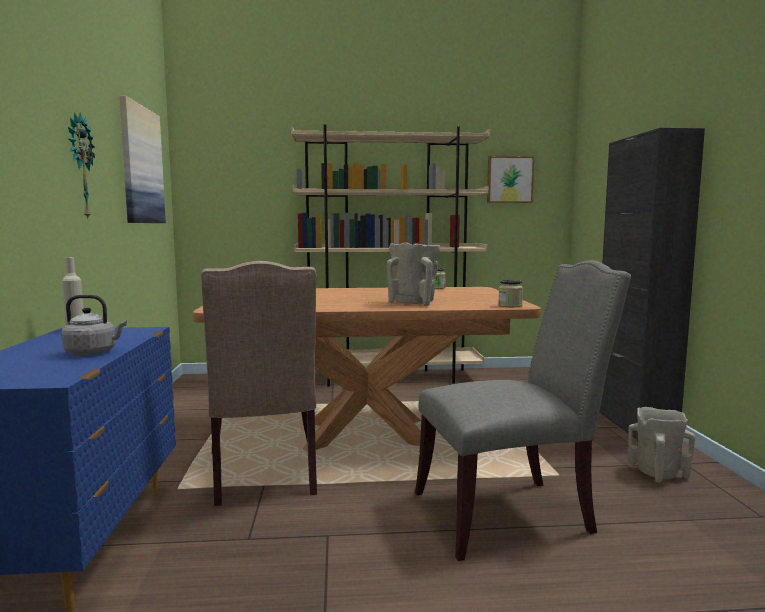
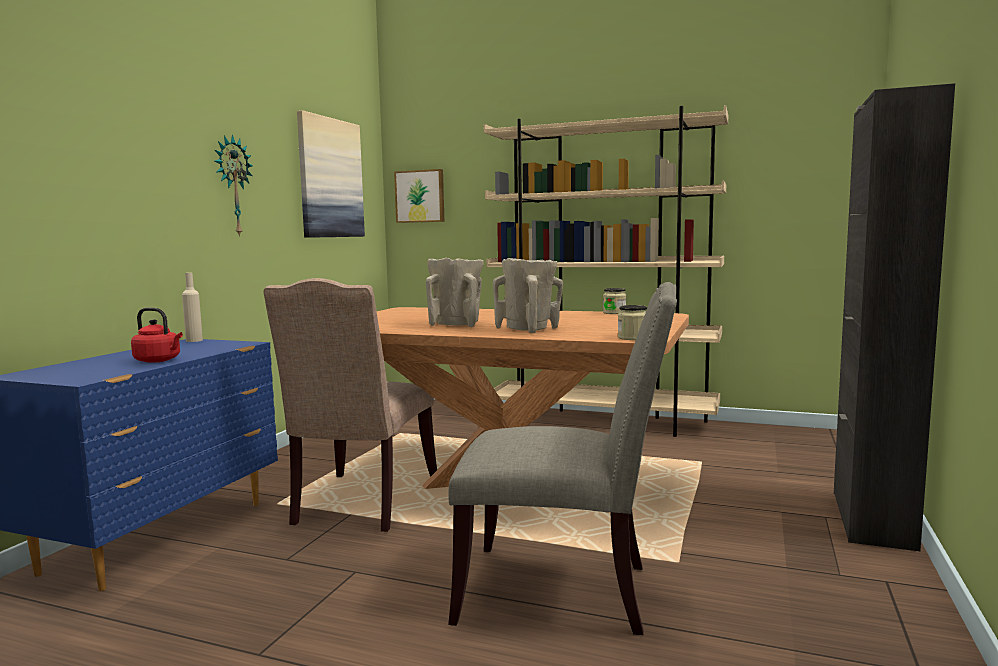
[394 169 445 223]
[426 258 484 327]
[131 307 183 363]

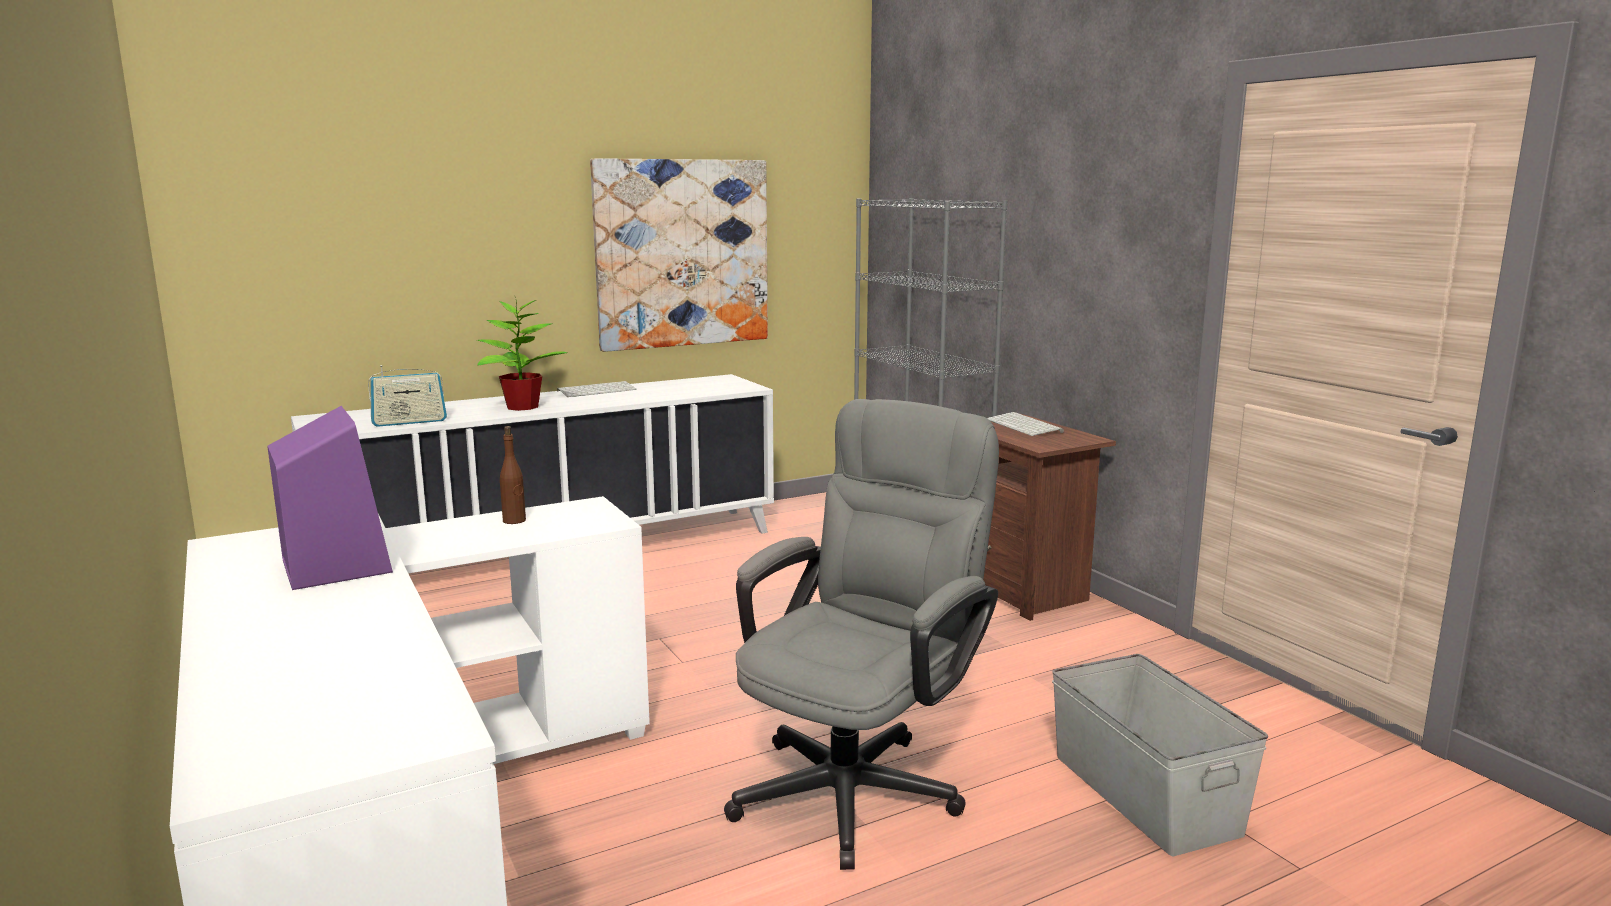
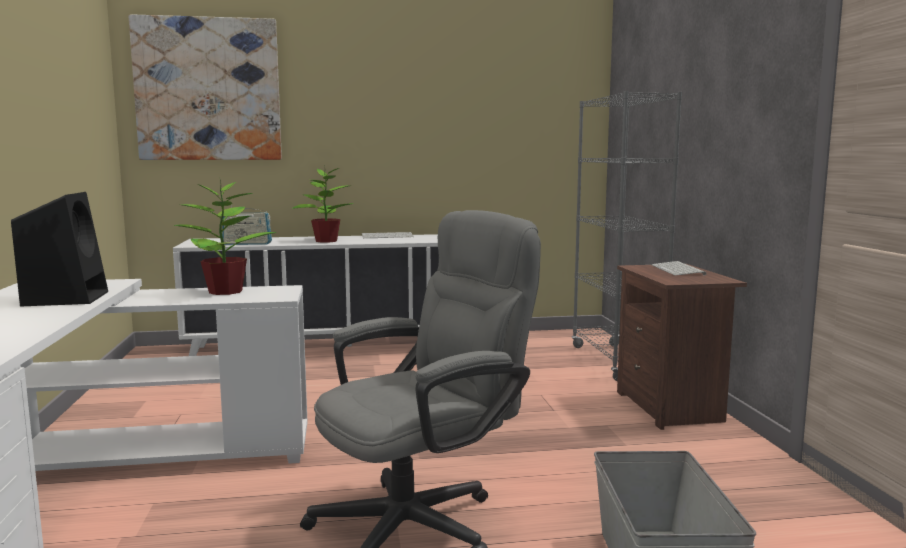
[129 14 282 160]
[173 177 277 295]
[11 192 108 306]

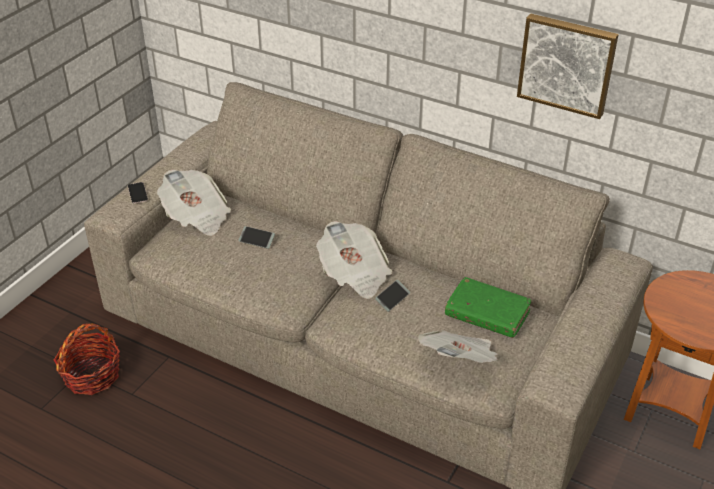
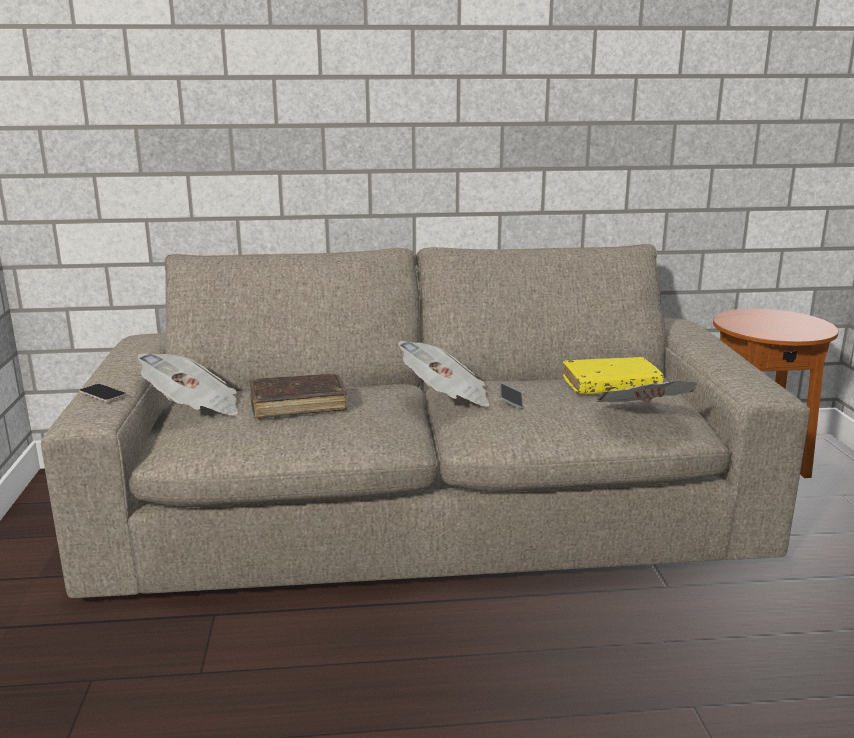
[54 323 120 395] (first image)
[517 14 619 119] (first image)
[249 374 347 419]
[563 357 664 394]

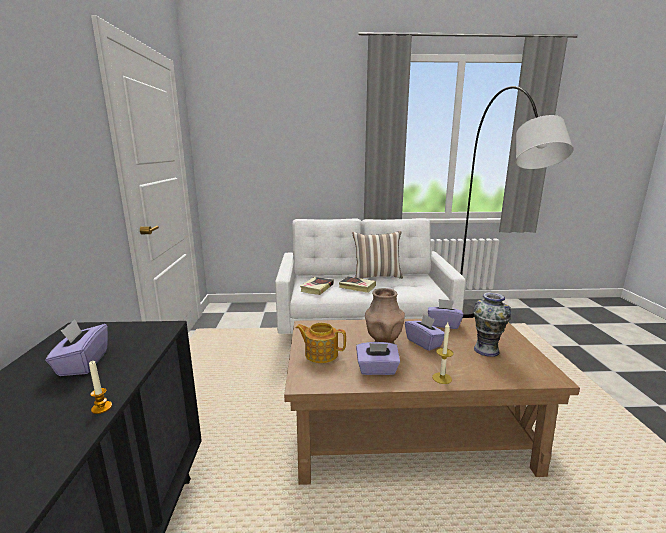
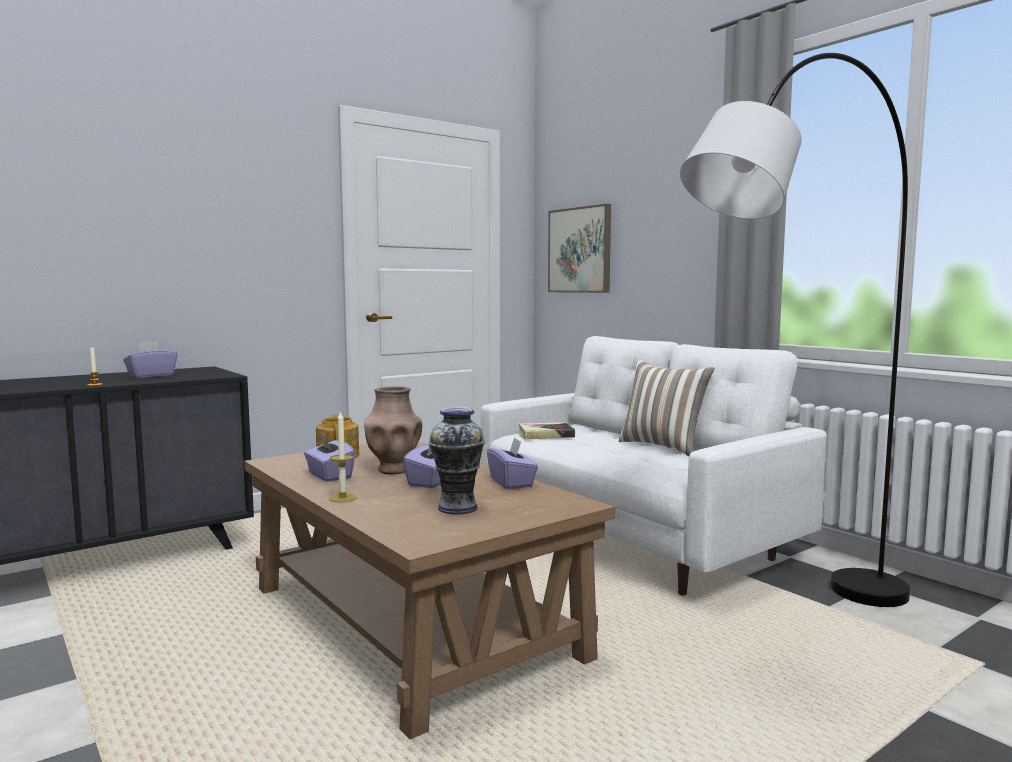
[339 276 376 293] (first image)
[548 204 611 293]

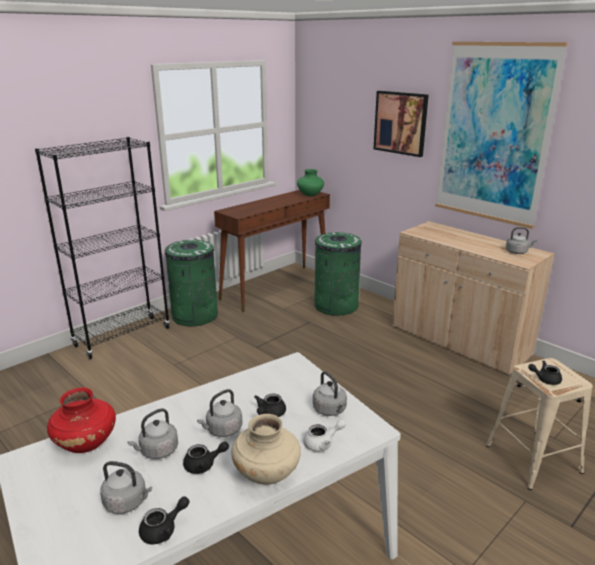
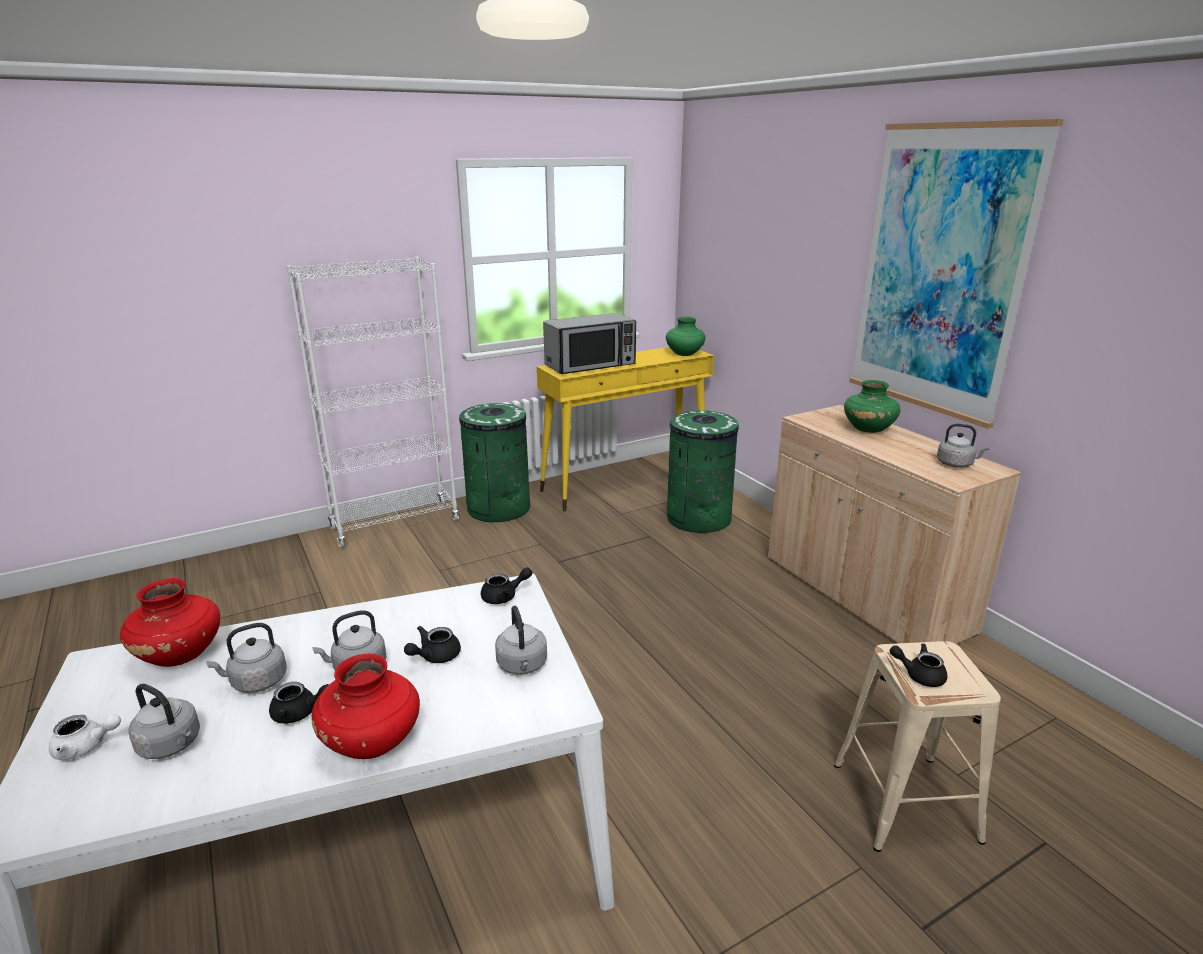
[373 91 429 157] (first image)
[543 313 636 374]
[844 380 901 433]
[481 567 532 604]
[49 714 121 760]
[287 257 459 548]
[537 347 714 512]
[311 654 420 759]

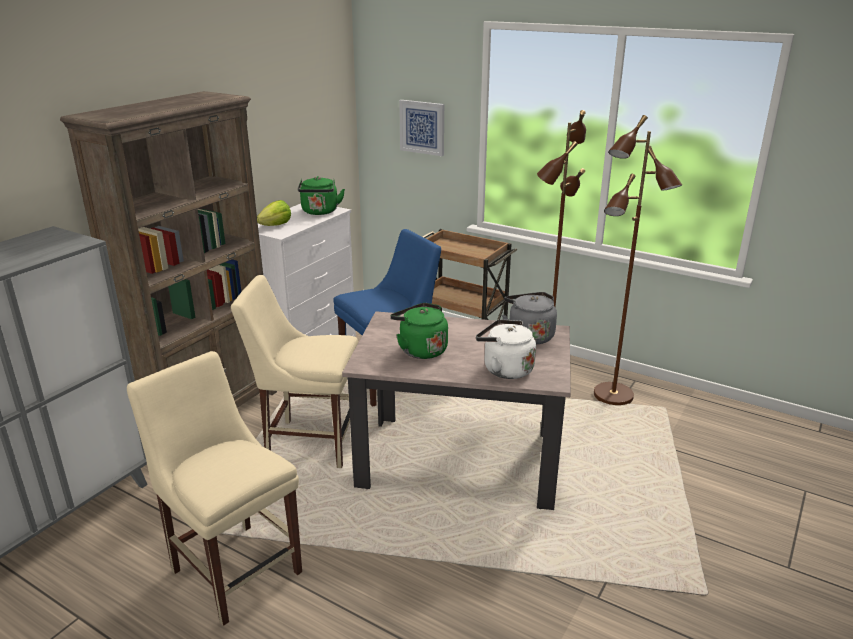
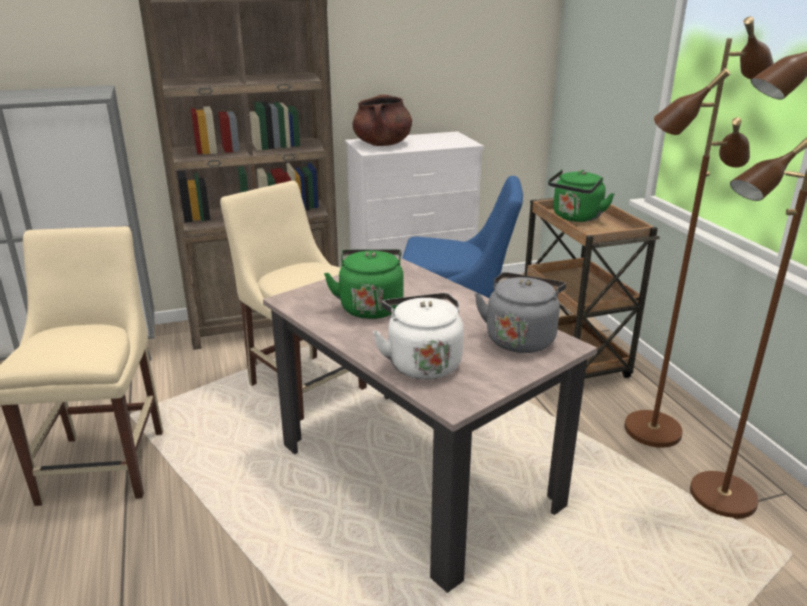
[399 100 444 156] (first image)
[548 169 614 222]
[353 95 412 146]

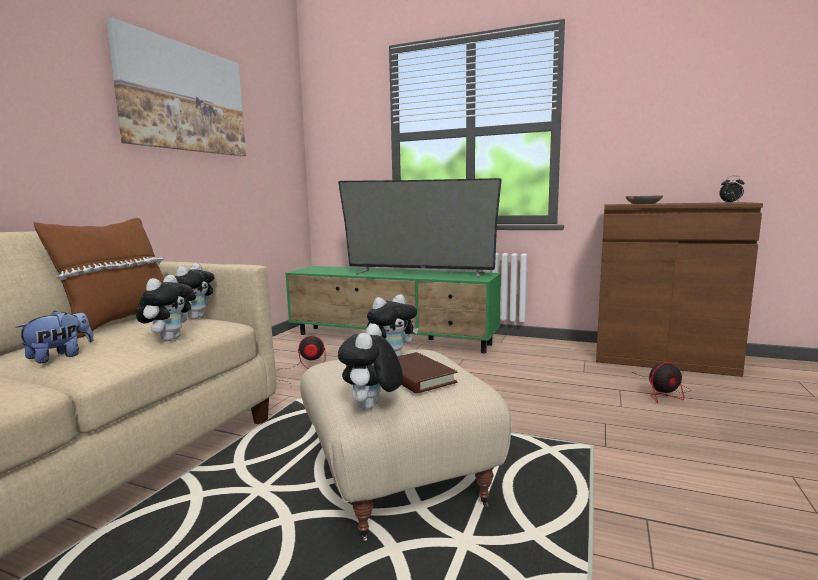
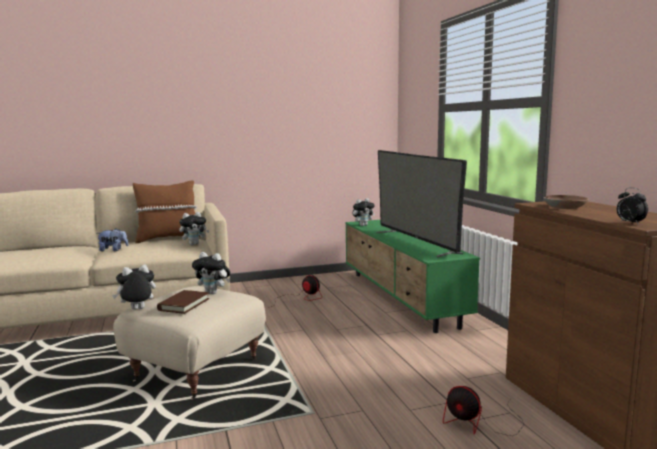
[106 17 246 156] (first image)
[352 198 375 226]

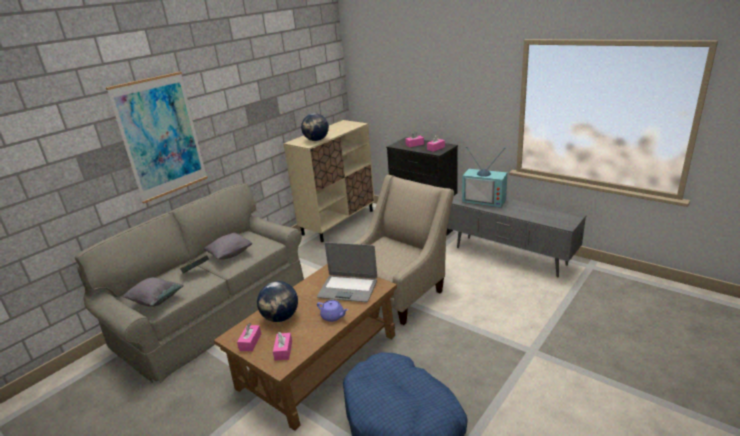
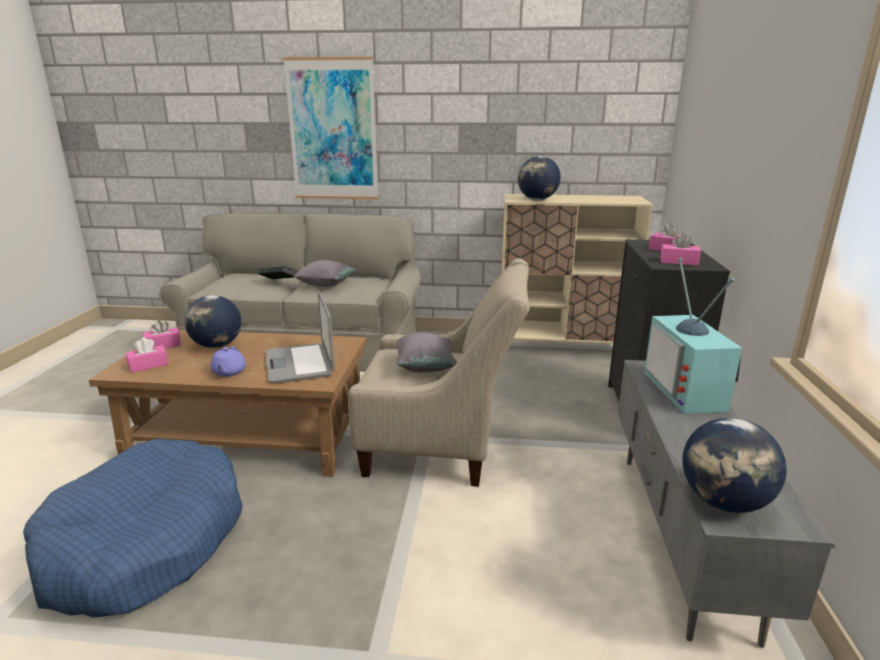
[682 417 787 513]
[396 332 457 373]

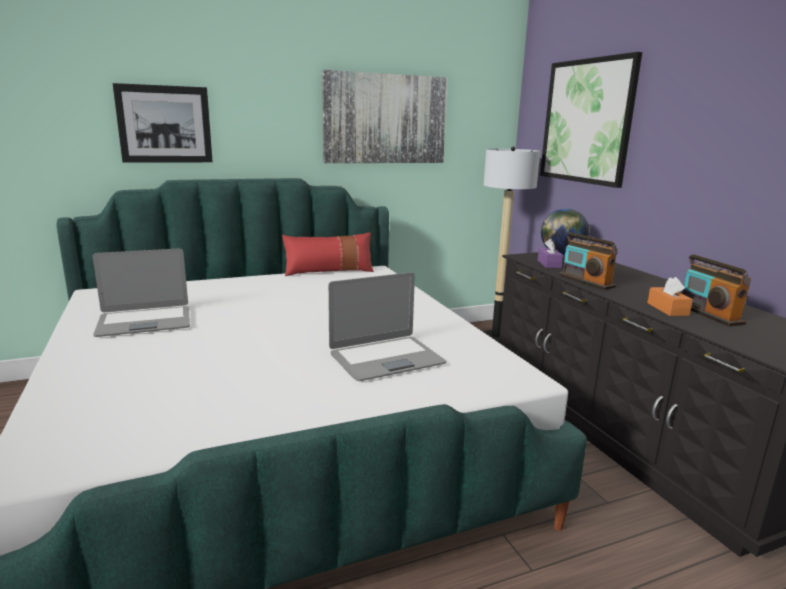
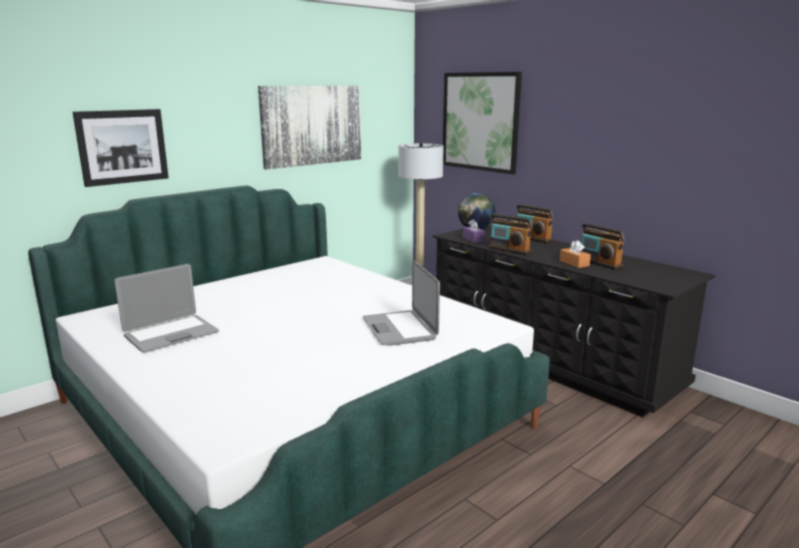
[282 232 374 276] (first image)
[516 204 554 243]
[363 261 440 345]

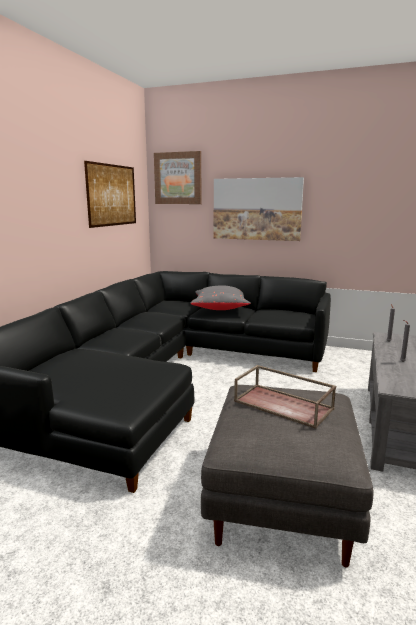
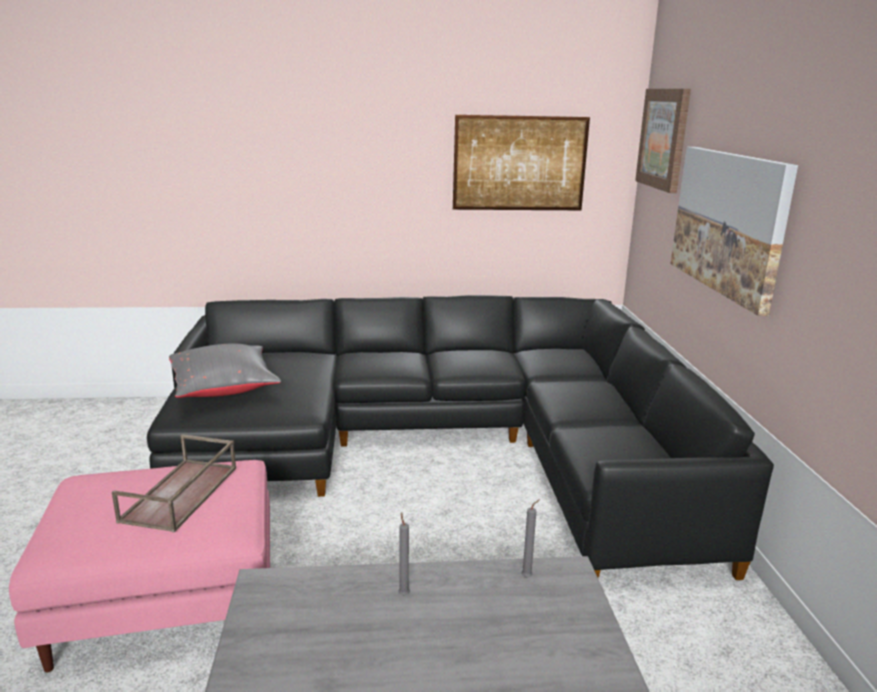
[169 343 281 398]
[9 460 270 672]

